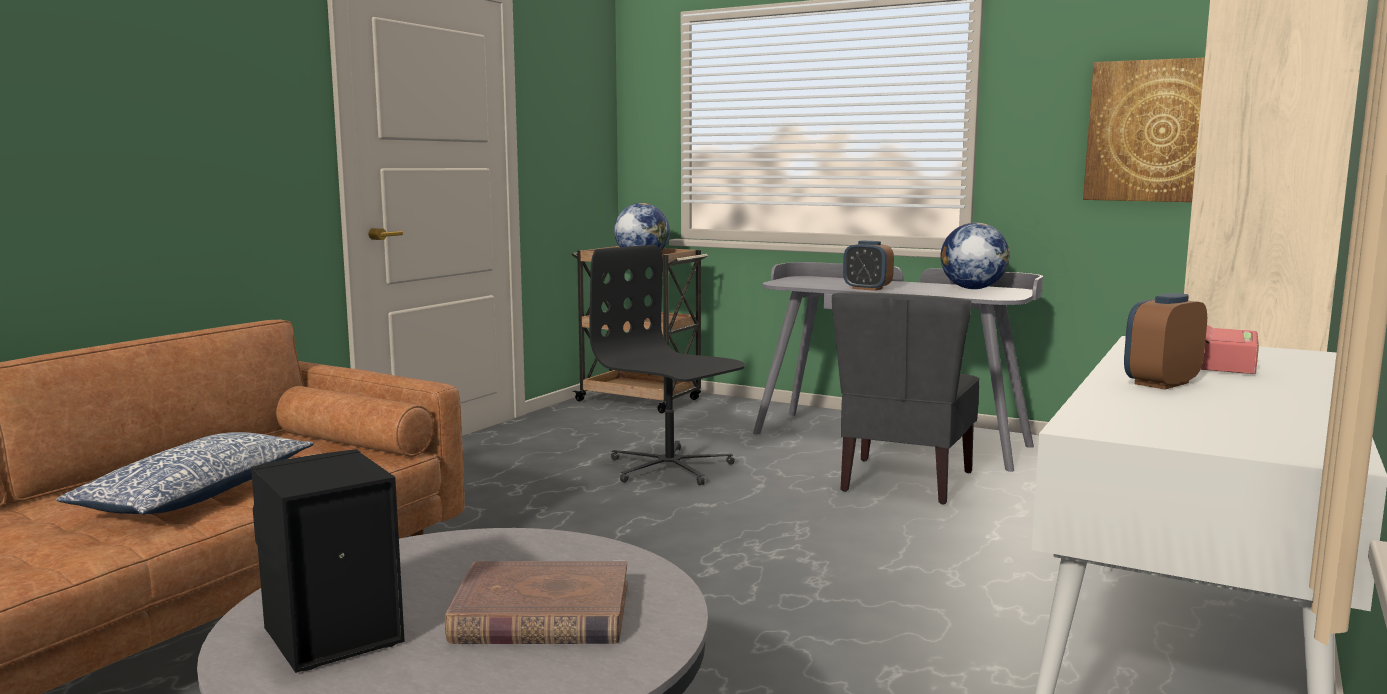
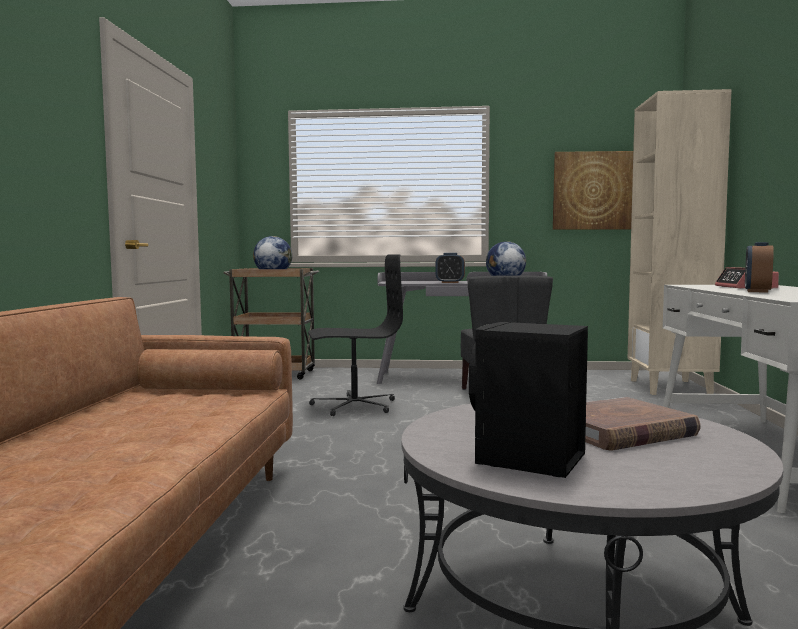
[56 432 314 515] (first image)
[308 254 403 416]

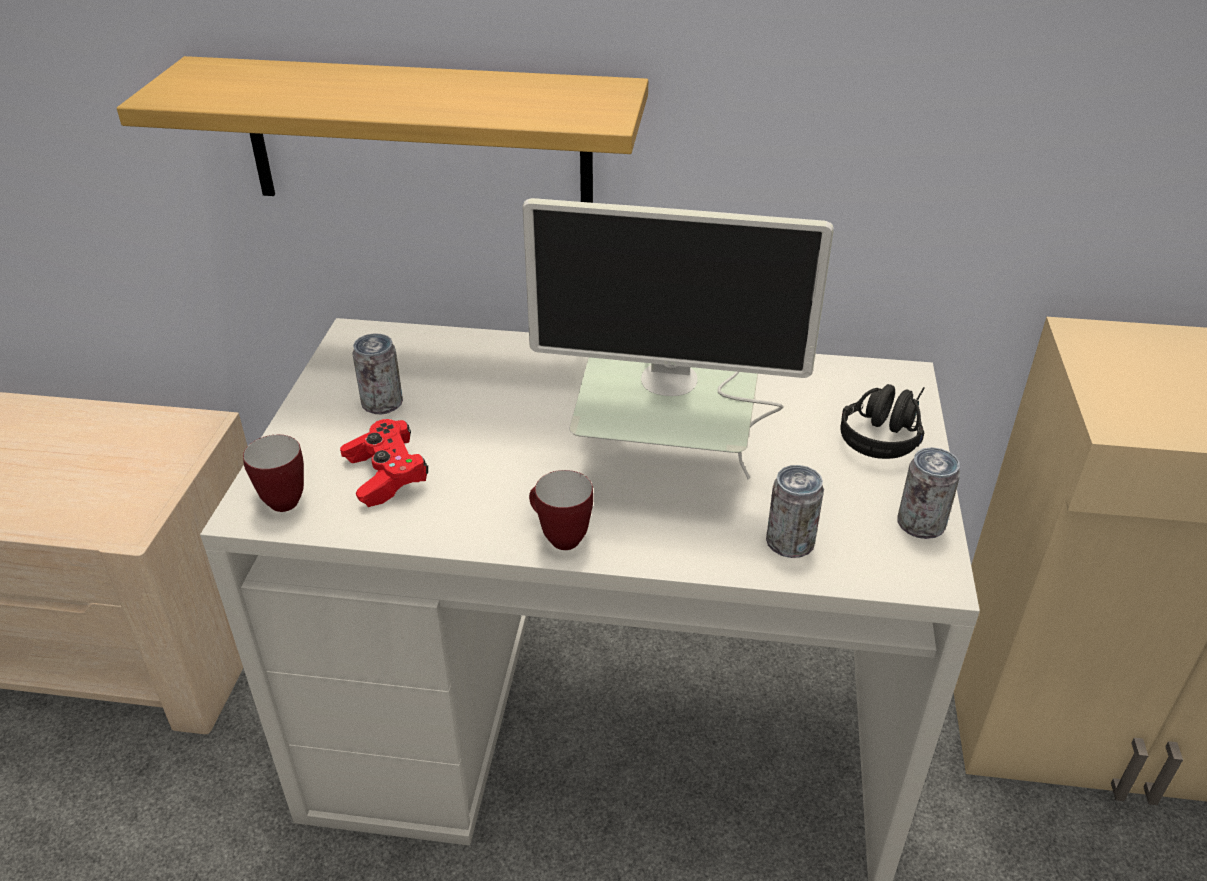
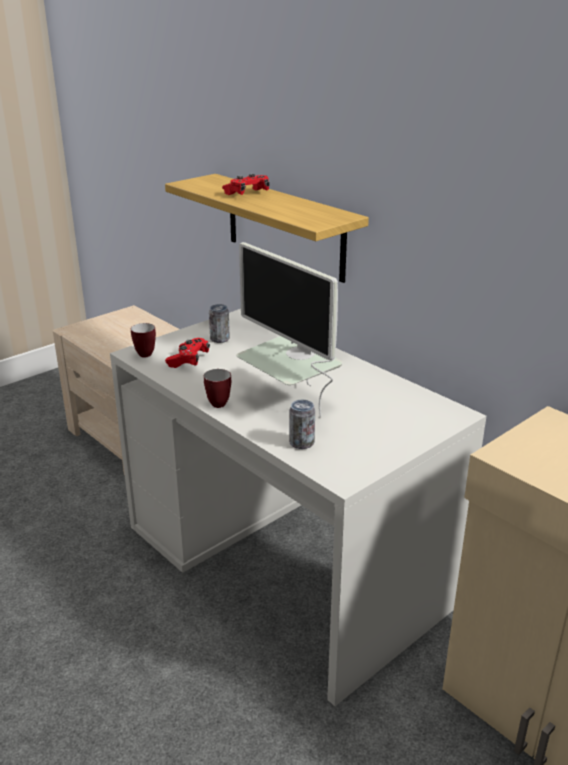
[840 384 925 459] (first image)
[897 447 960 539] (first image)
[222 174 270 195]

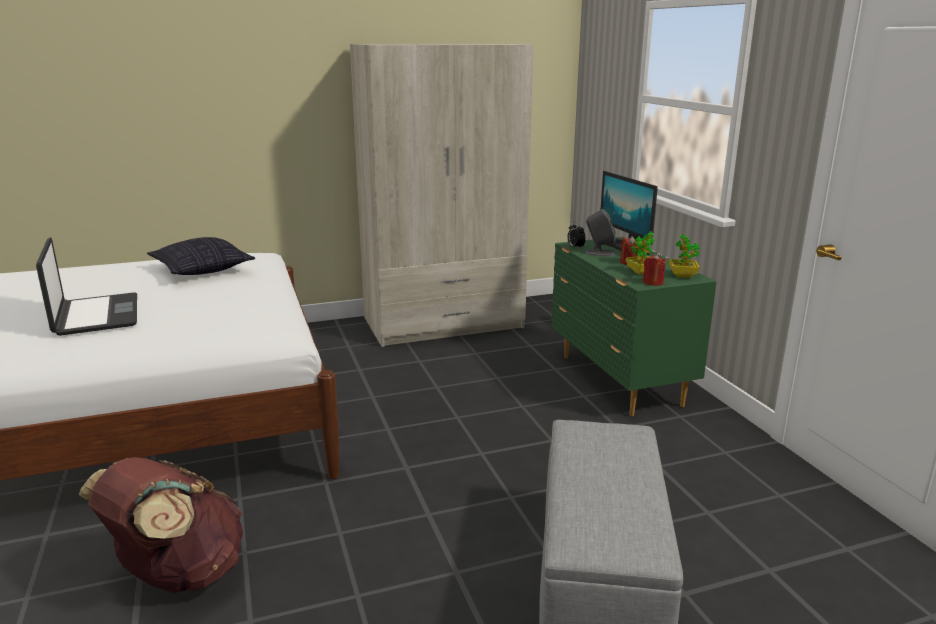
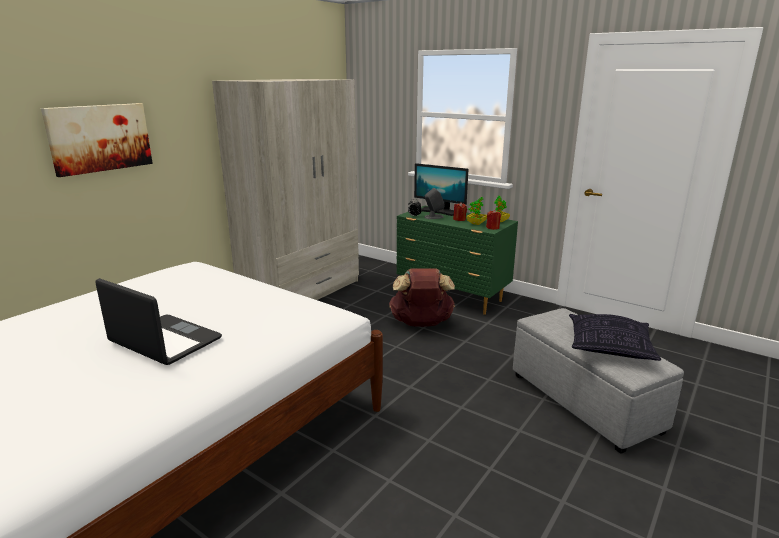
[41 103 153 177]
[389 268 455 327]
[569 314 661 361]

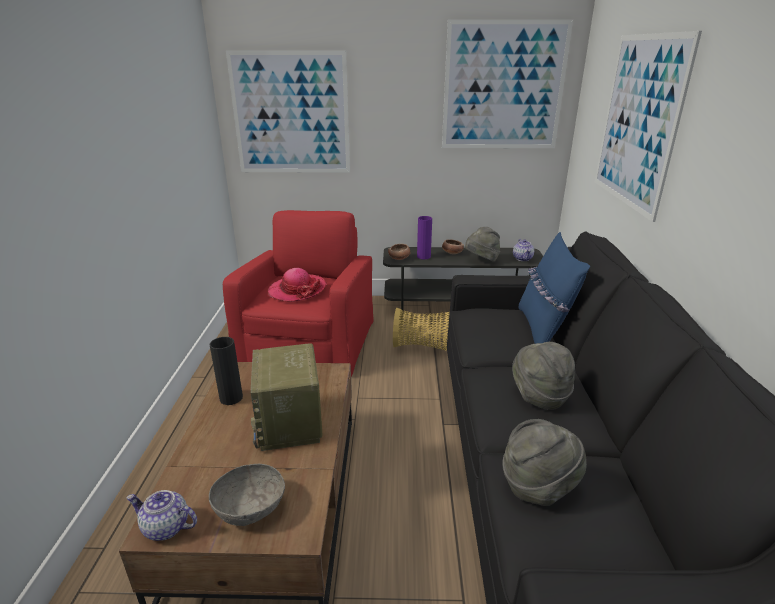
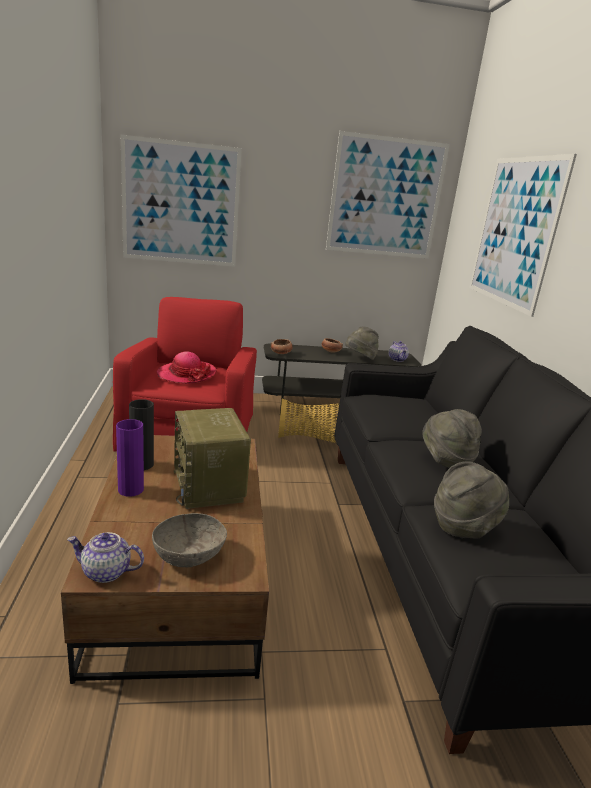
[518 232 590 344] (first image)
[116 419 144 497]

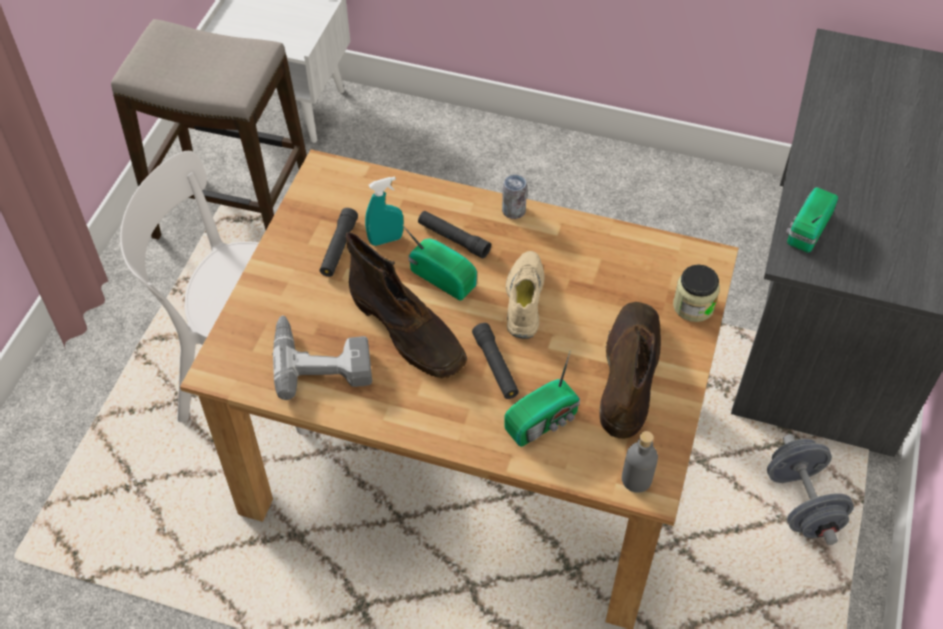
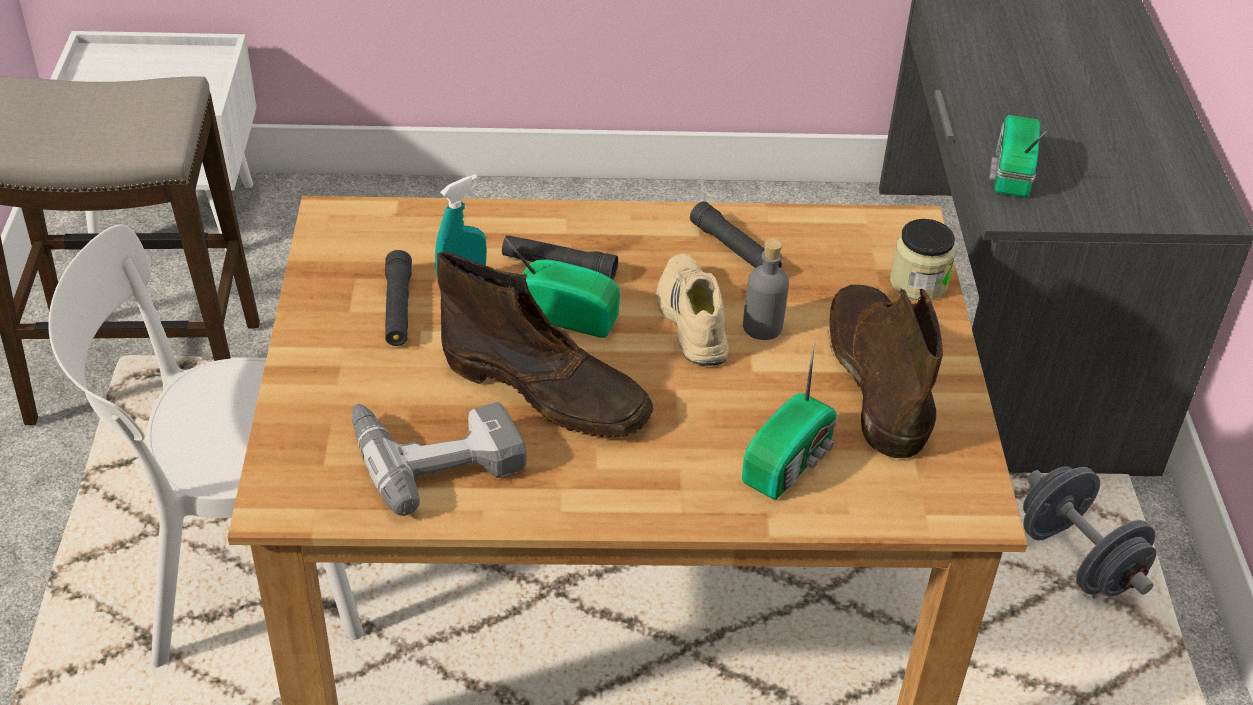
[502 174 527 219] (first image)
[690 201 782 268]
[743 238 789 340]

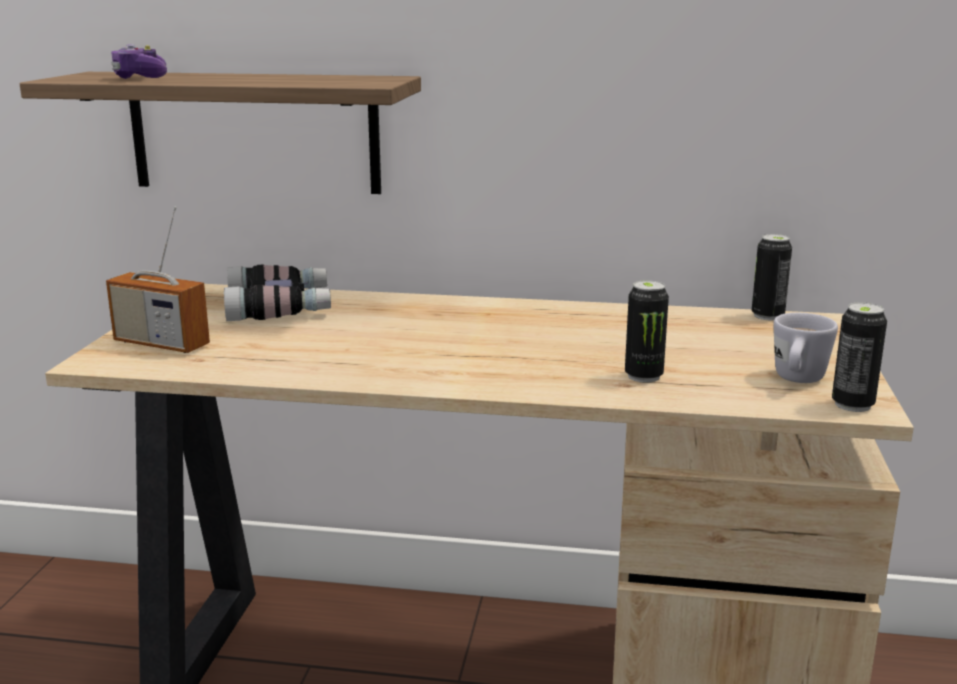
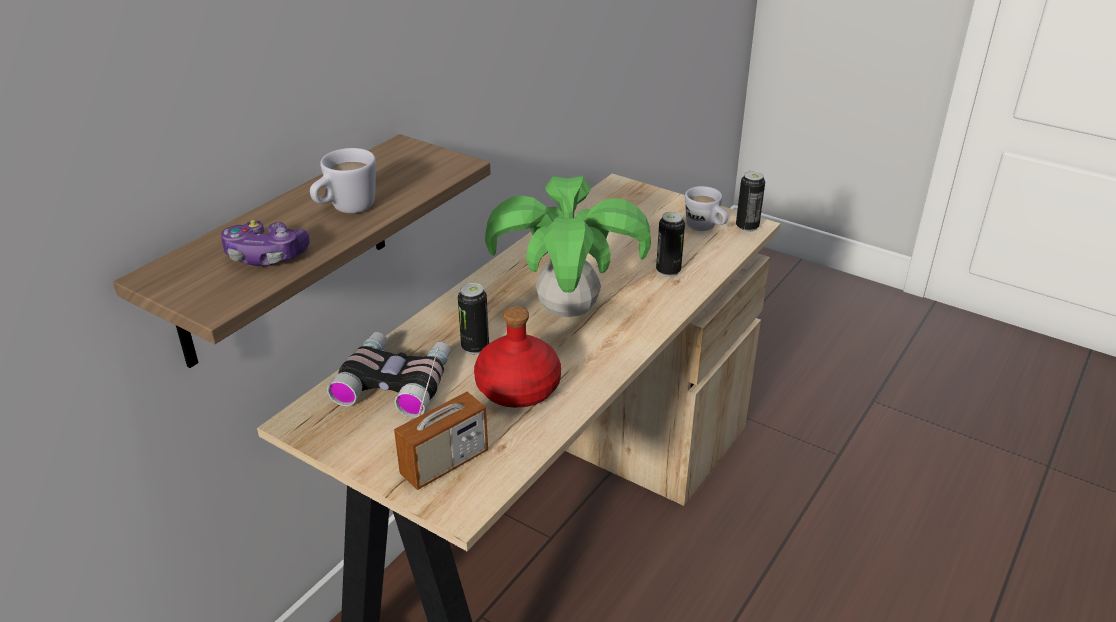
[310 148 376 213]
[474 307 561 408]
[485 176 651 317]
[458 283 489 354]

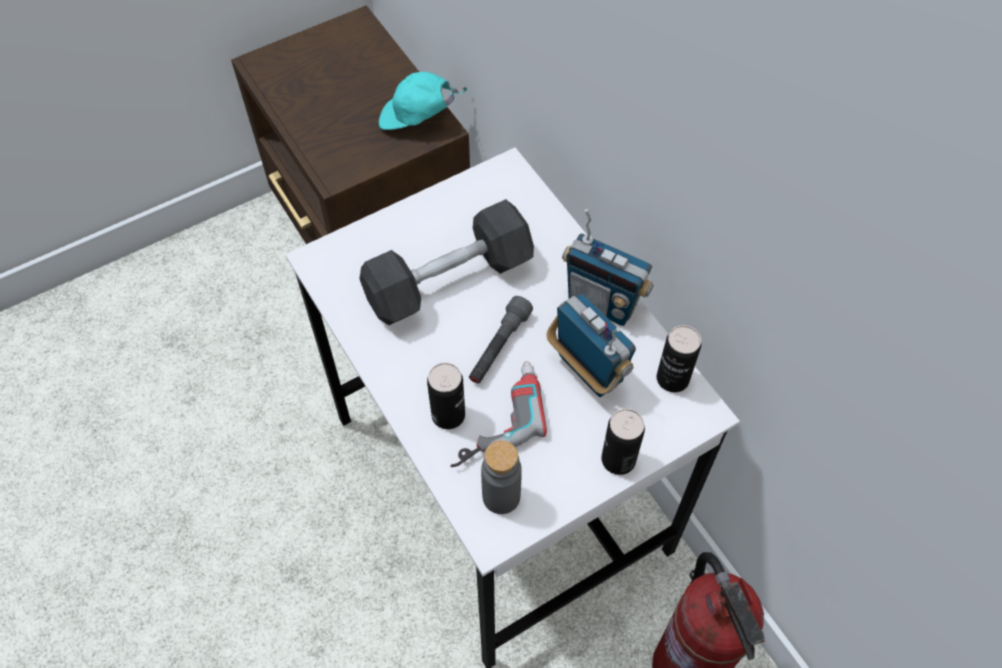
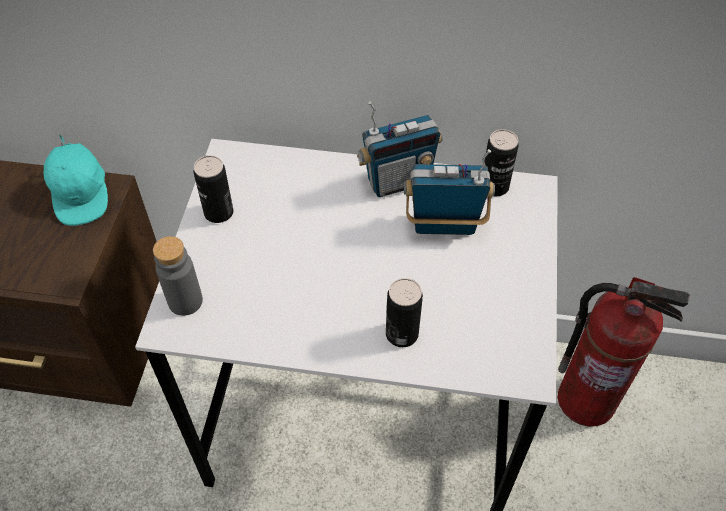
[359 199 534 325] (first image)
[450 361 547 467] (first image)
[469 296 533 384] (first image)
[153 236 203 316]
[194 155 233 223]
[44 133 108 226]

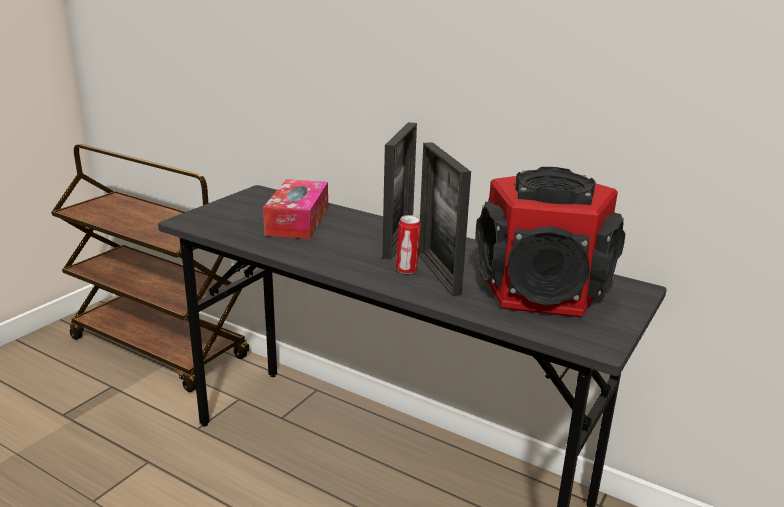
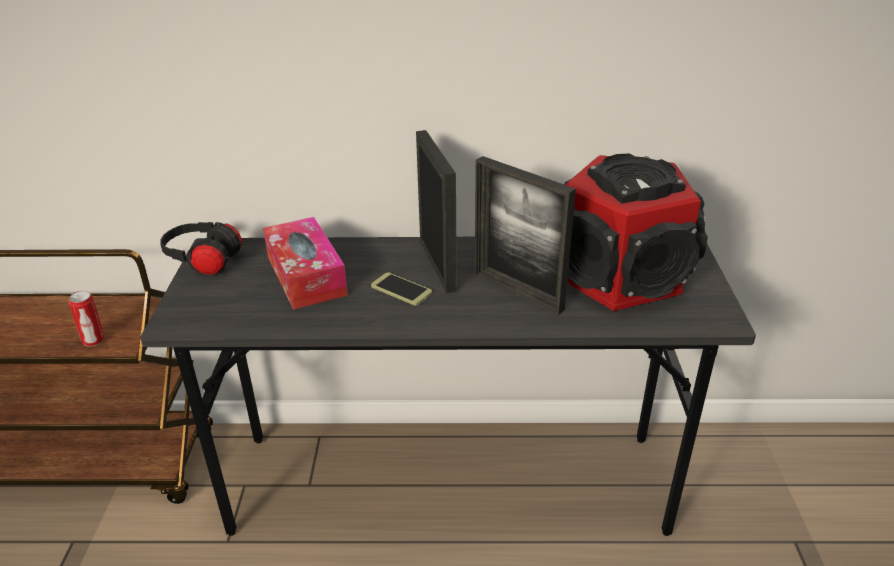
[160 222 243 275]
[371 272 432 306]
[69 290 104 347]

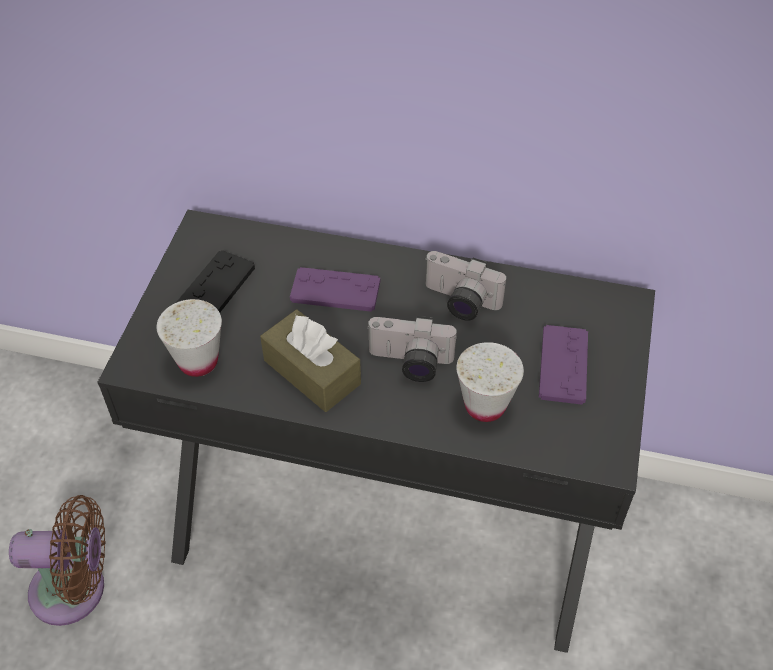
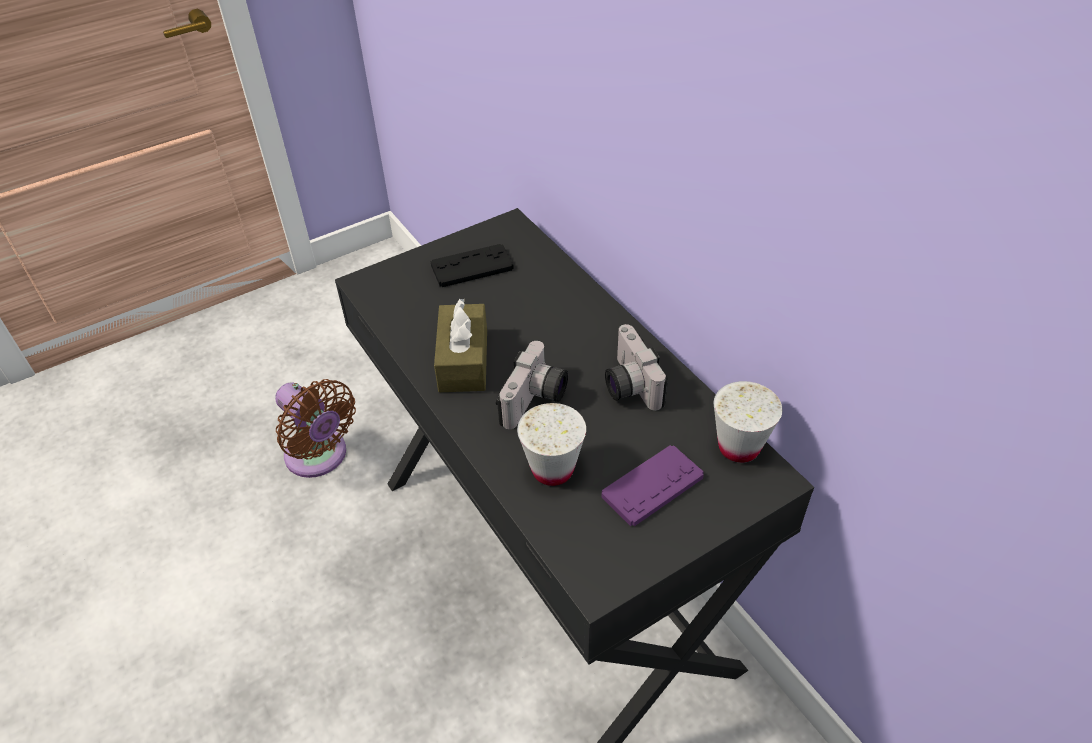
[290 267 380 312] (first image)
[714 381 782 463]
[496 341 568 429]

